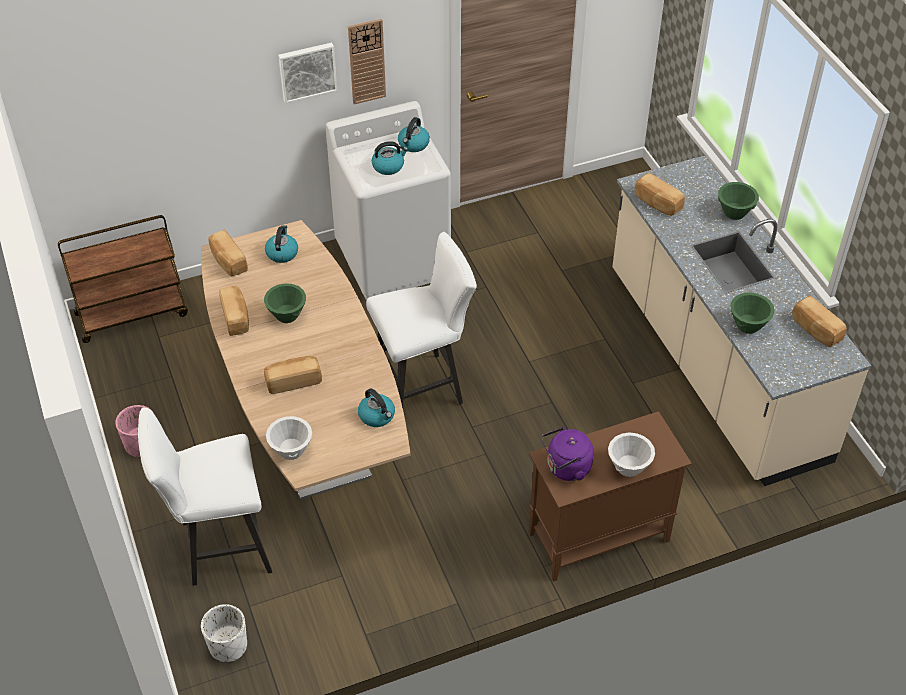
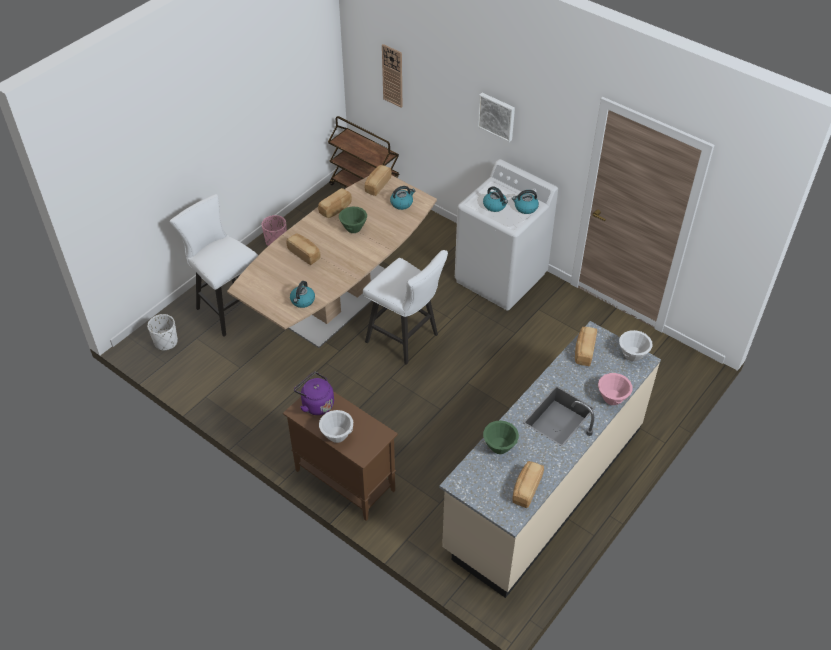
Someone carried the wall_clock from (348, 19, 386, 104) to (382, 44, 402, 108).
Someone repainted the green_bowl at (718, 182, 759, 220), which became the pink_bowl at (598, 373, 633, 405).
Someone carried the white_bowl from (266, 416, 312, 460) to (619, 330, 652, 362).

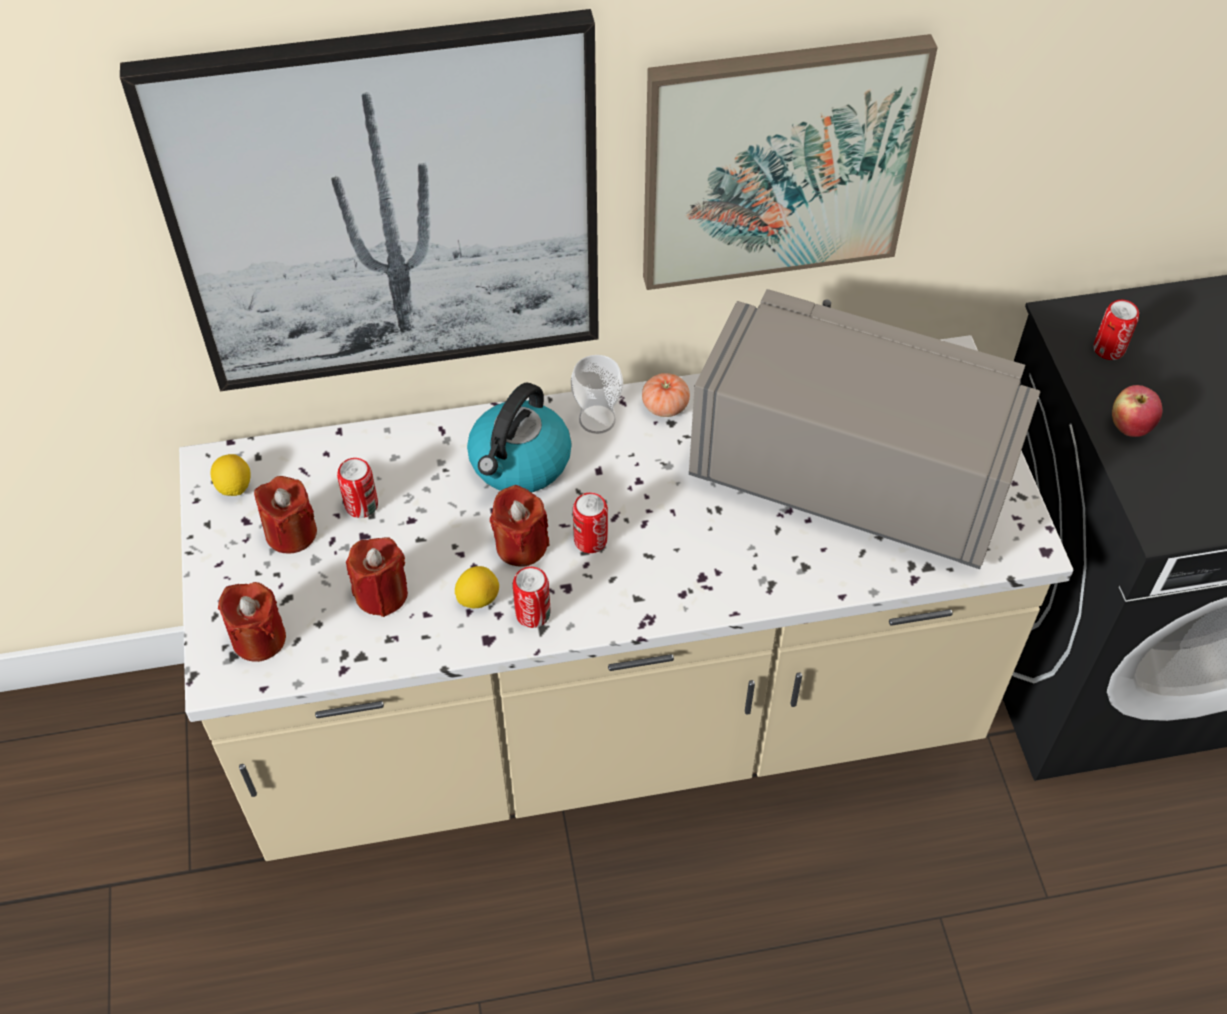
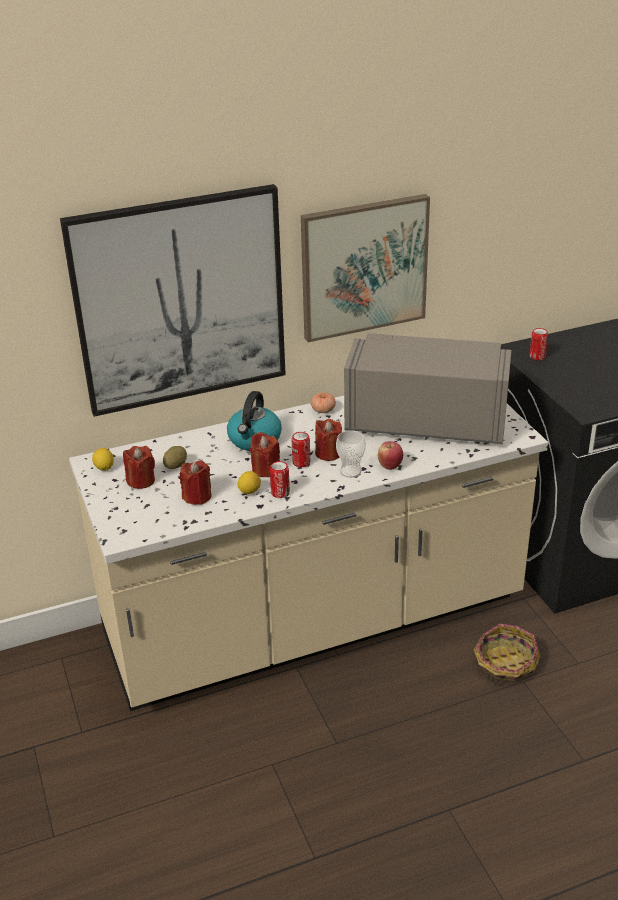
Someone carried the cup from (571, 355, 623, 434) to (336, 430, 365, 478).
Someone carried the apple from (1112, 385, 1162, 437) to (378, 441, 403, 470).
Someone swapped the can at (337, 458, 378, 518) for the potato at (163, 446, 187, 469).
Someone carried the red_candle from (218, 582, 286, 662) to (315, 419, 342, 461).
Someone put down the basket at (473, 624, 540, 684).

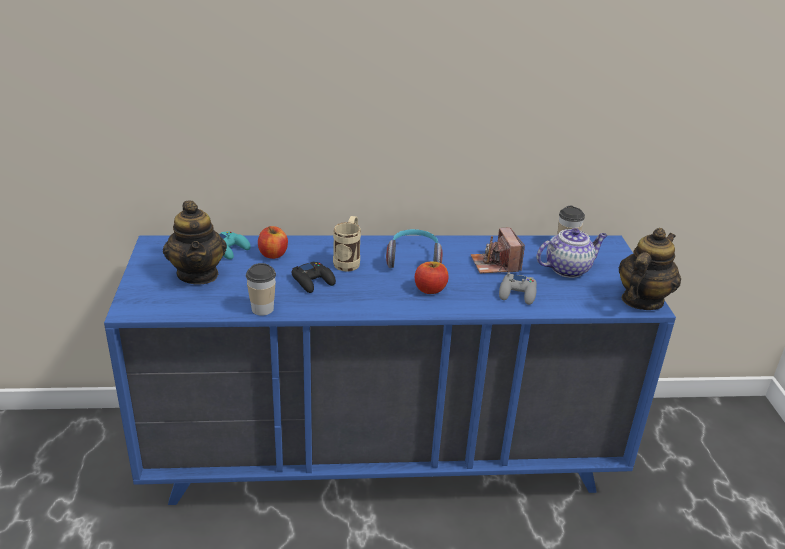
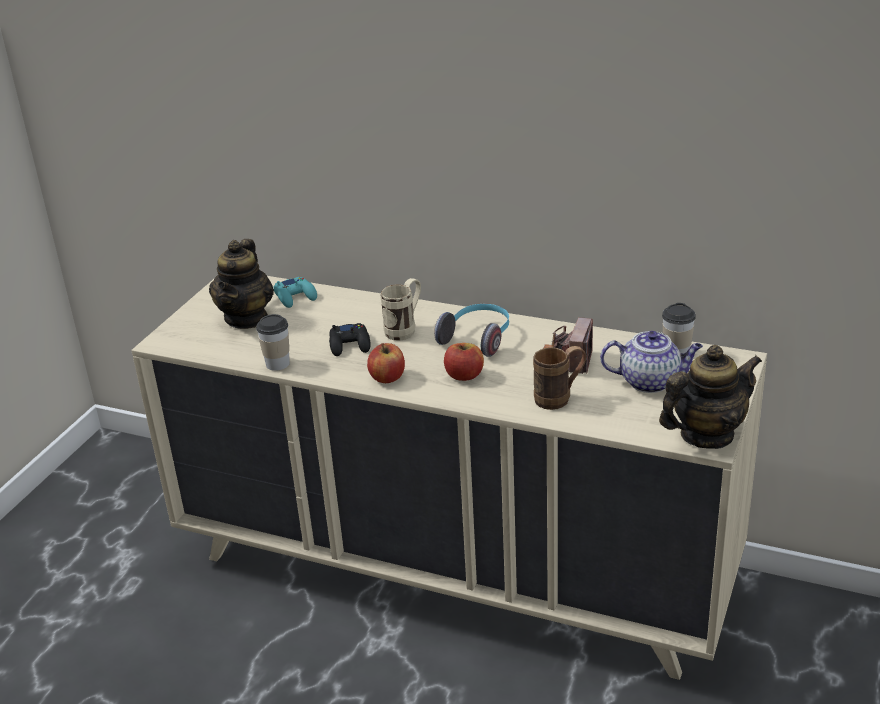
Someone carried the apple from (258, 226, 288, 259) to (367, 343, 405, 383).
Someone repainted the blue_dresser at (104, 235, 676, 505), which became the beige_dresser at (131, 276, 767, 680).
Someone swapped the grey_game_controller at (499, 272, 537, 305) for the brown_mug at (533, 346, 586, 410).

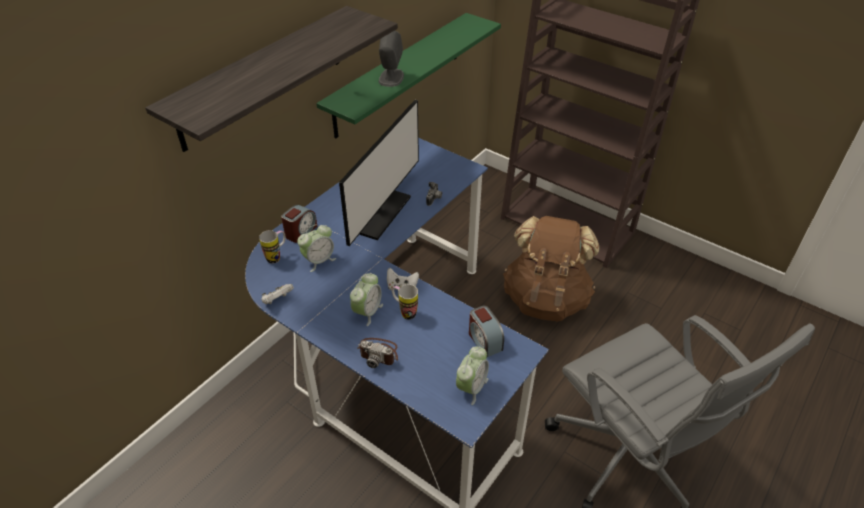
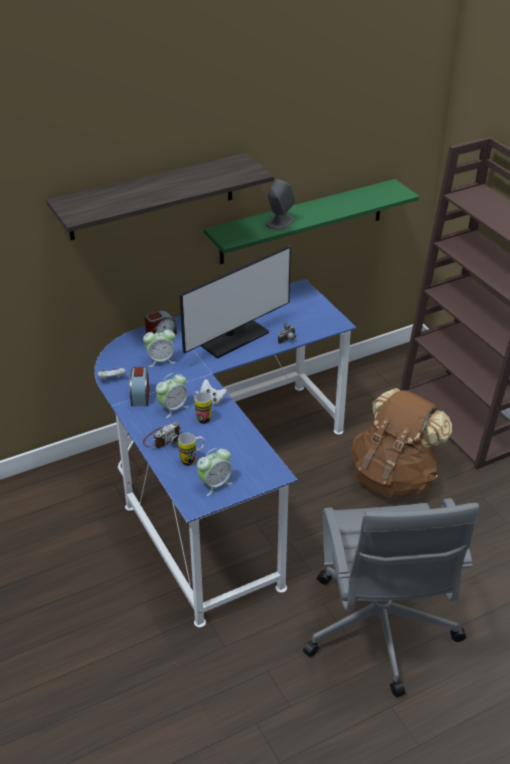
Someone carried the mug from (259, 230, 286, 264) to (178, 433, 205, 466).
Someone carried the alarm_clock from (469, 306, 504, 357) to (129, 367, 149, 406).
Someone rotated the photo_camera at (357, 338, 398, 368) by 90 degrees counterclockwise.

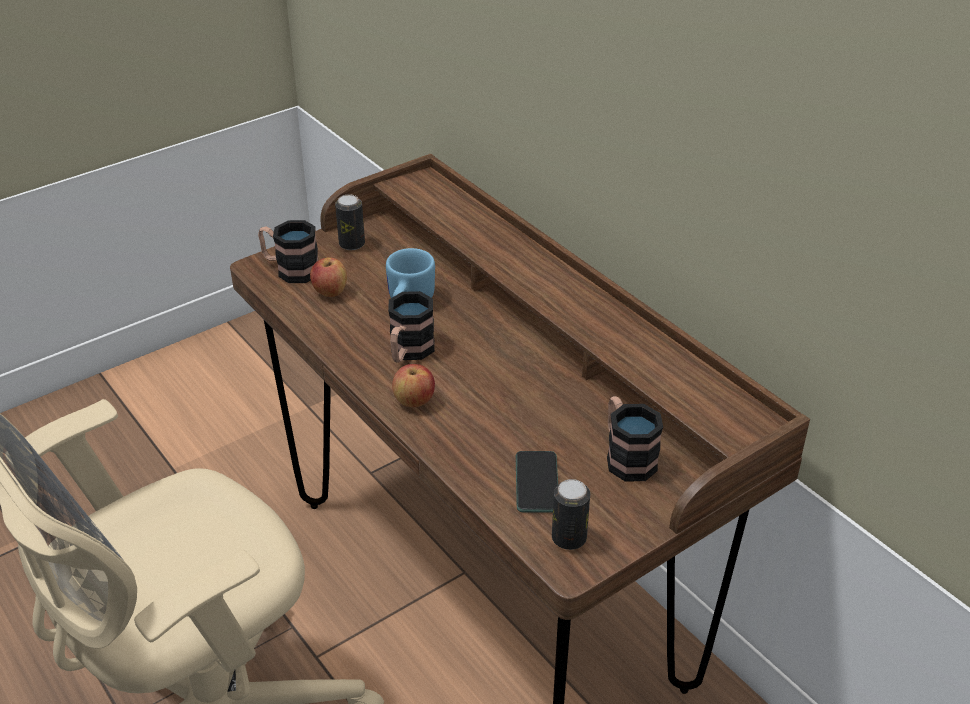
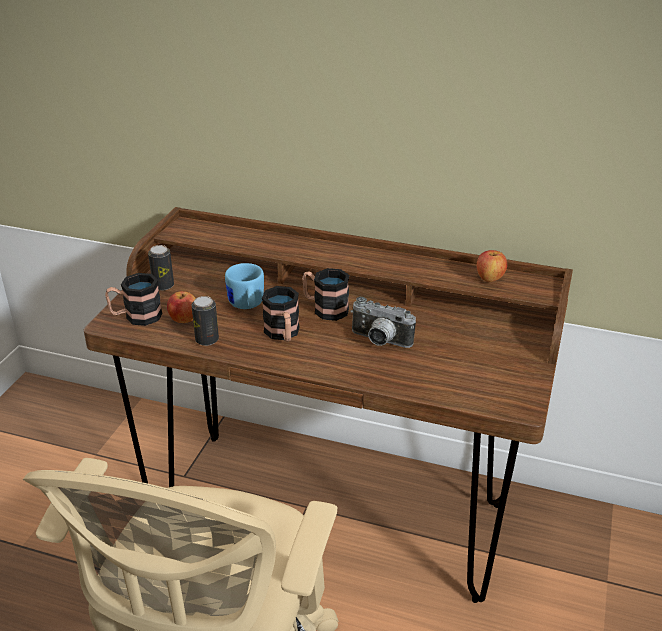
Someone carried the apple from (392, 364, 435, 407) to (477, 250, 507, 282).
Someone carried the mug from (607, 396, 663, 482) to (302, 268, 349, 321).
Someone took away the phone at (516, 451, 558, 513).
Someone carried the can from (552, 479, 590, 550) to (192, 296, 219, 346).
Someone put down the photo_camera at (351, 297, 416, 348).

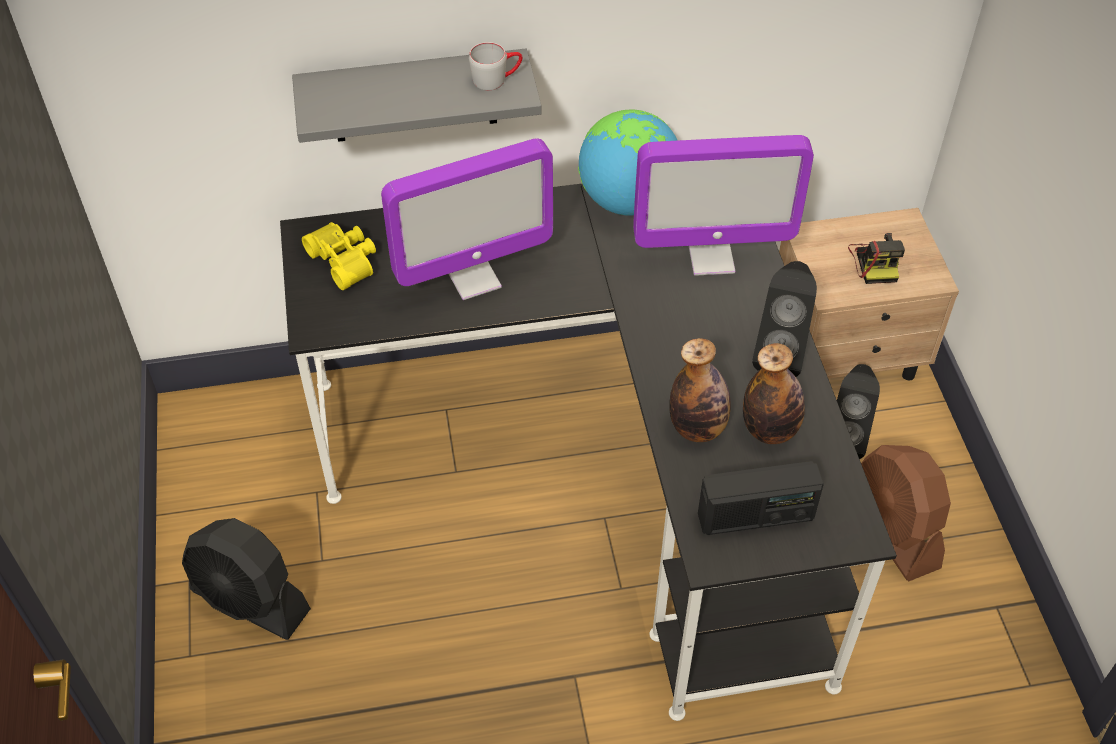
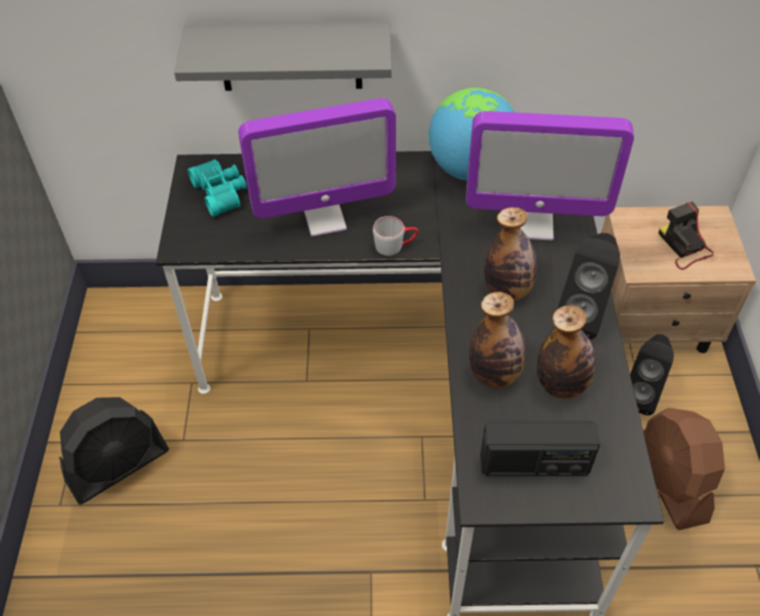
Someone carried the grey_mug from (469, 42, 522, 90) to (373, 216, 418, 256).
Someone repainted the yellow_binoculars at (302, 222, 376, 290), which became the turquoise_binoculars at (188, 159, 247, 217).
Someone rotated the photo_camera at (848, 233, 905, 284) by 150 degrees clockwise.
Someone rotated the black_fan at (182, 518, 311, 640) by 75 degrees counterclockwise.
Someone put down the bottle at (484, 207, 537, 301).

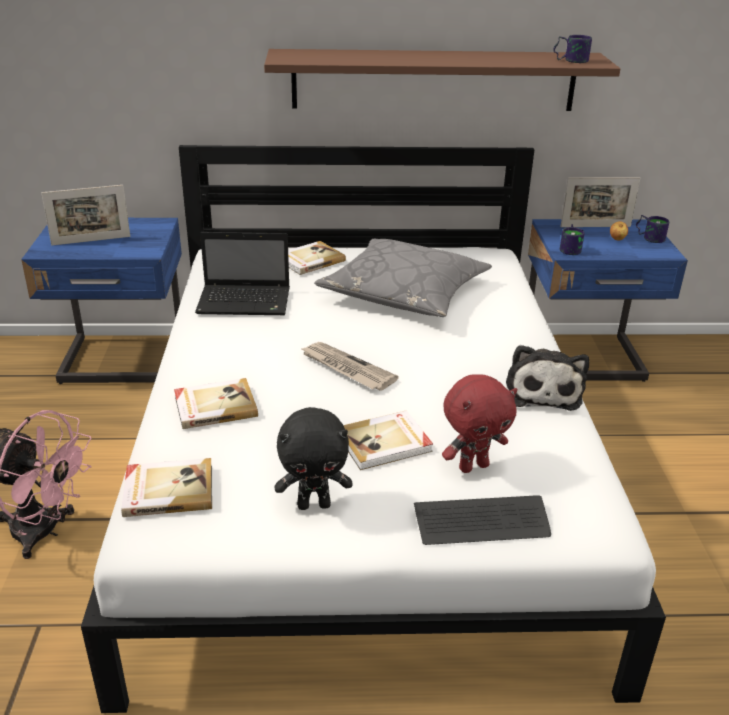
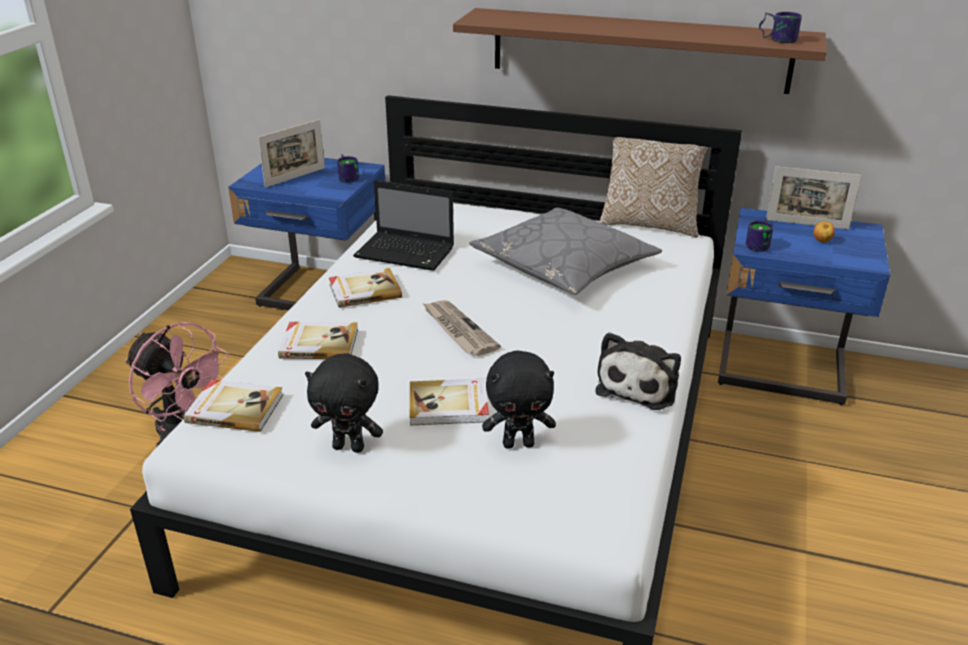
Someone rotated the picture_frame at (41, 185, 130, 246) by 45 degrees counterclockwise.
Someone carried the mug from (636, 215, 669, 243) to (337, 154, 359, 183).
Someone carried the book from (288, 241, 346, 275) to (329, 268, 402, 308).
Someone repainted the red_plush_toy at (442, 374, 517, 473), which became the black_plush_toy at (482, 350, 556, 449).
Someone took away the keyboard at (414, 495, 551, 545).
Someone put down the pillow at (599, 137, 708, 238).

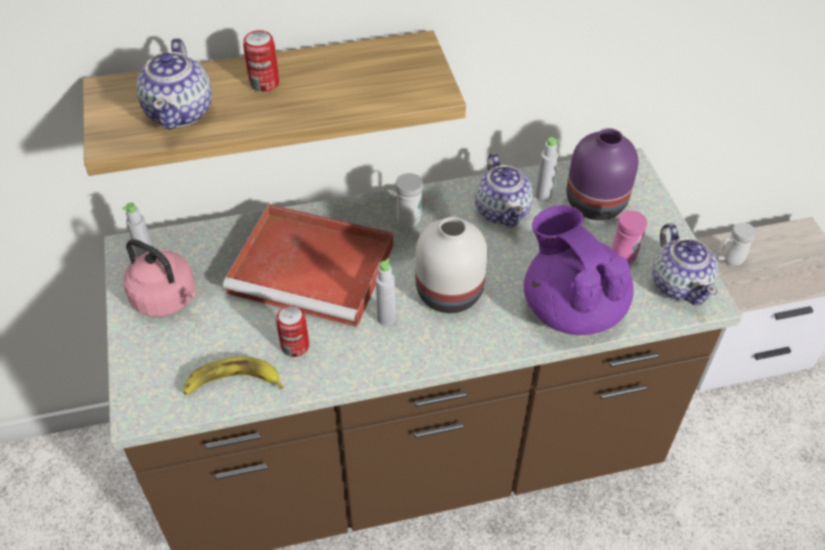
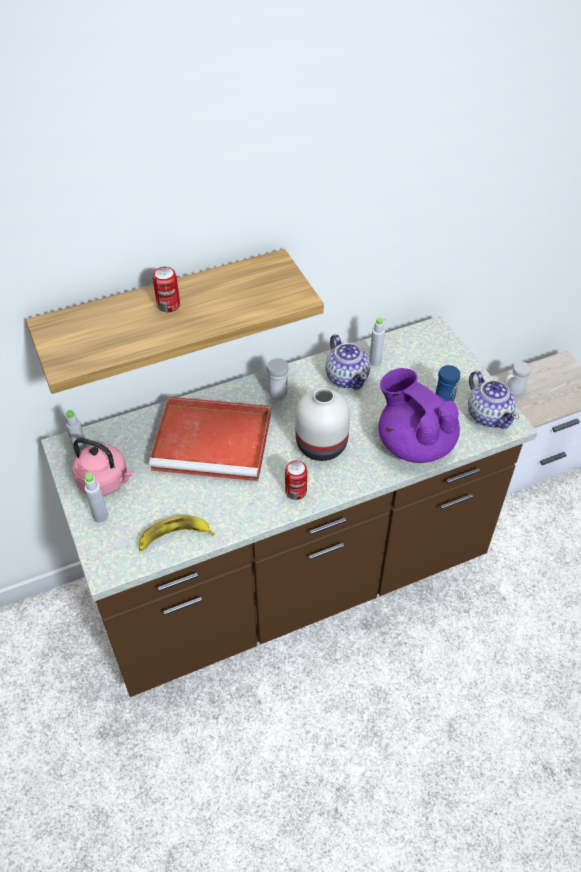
Someone took away the teapot at (136, 38, 212, 130).
Someone took away the purple_vase at (567, 128, 638, 220).
Someone repainted the pink_mug at (611, 211, 647, 265), which became the blue_mug at (435, 365, 460, 401).
Someone carried the grey_bottle from (376, 258, 395, 326) to (84, 471, 108, 523).
Someone carried the can from (276, 305, 309, 357) to (285, 460, 307, 500).

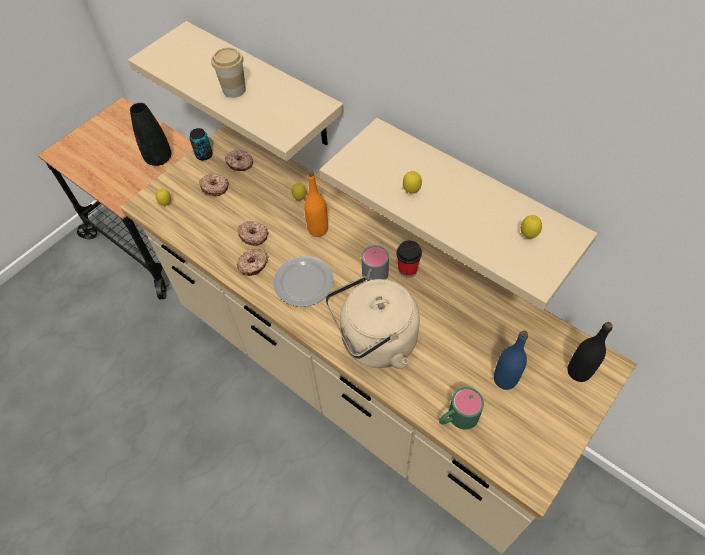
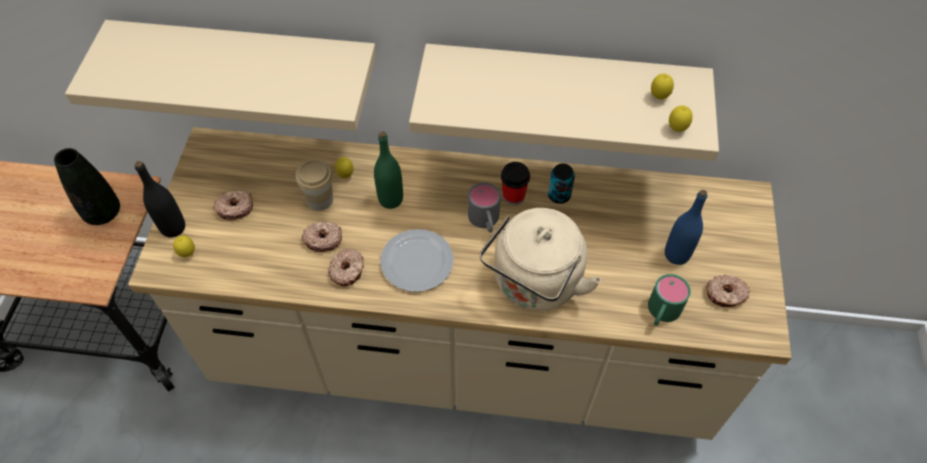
Someone carried the cup from (211, 47, 246, 98) to (296, 160, 333, 211).
Someone carried the can from (189, 128, 213, 161) to (548, 163, 575, 204).
Someone carried the donut from (225, 149, 253, 171) to (707, 275, 750, 308).
Someone repainted the orange_bottle at (304, 171, 328, 237), which became the green_bottle at (374, 131, 403, 209).
Someone carried the lemon from (403, 171, 422, 193) to (669, 106, 693, 132).
Someone carried the black_bottle from (568, 322, 613, 382) to (135, 161, 185, 237).

